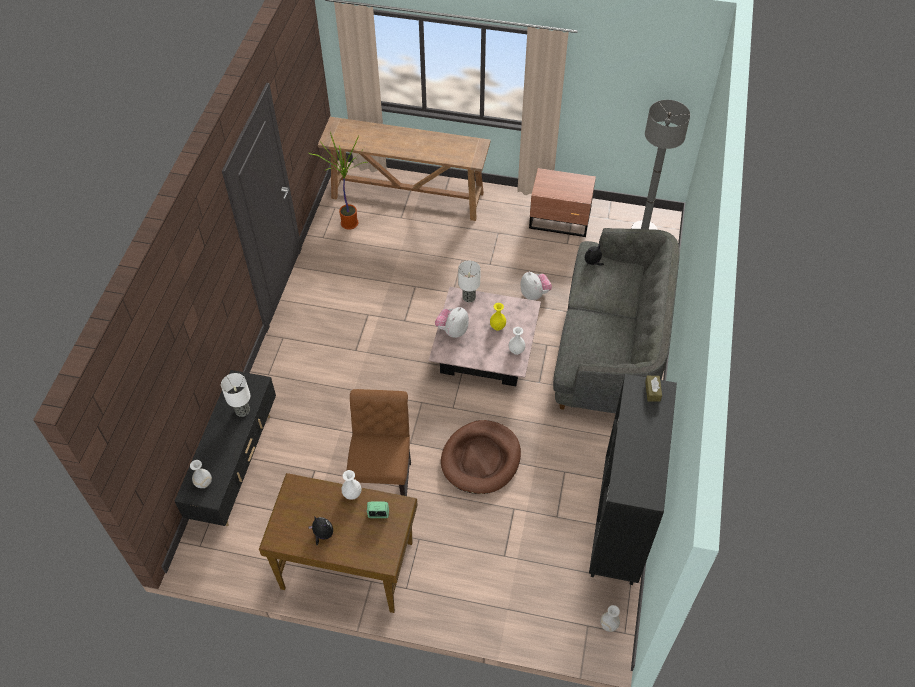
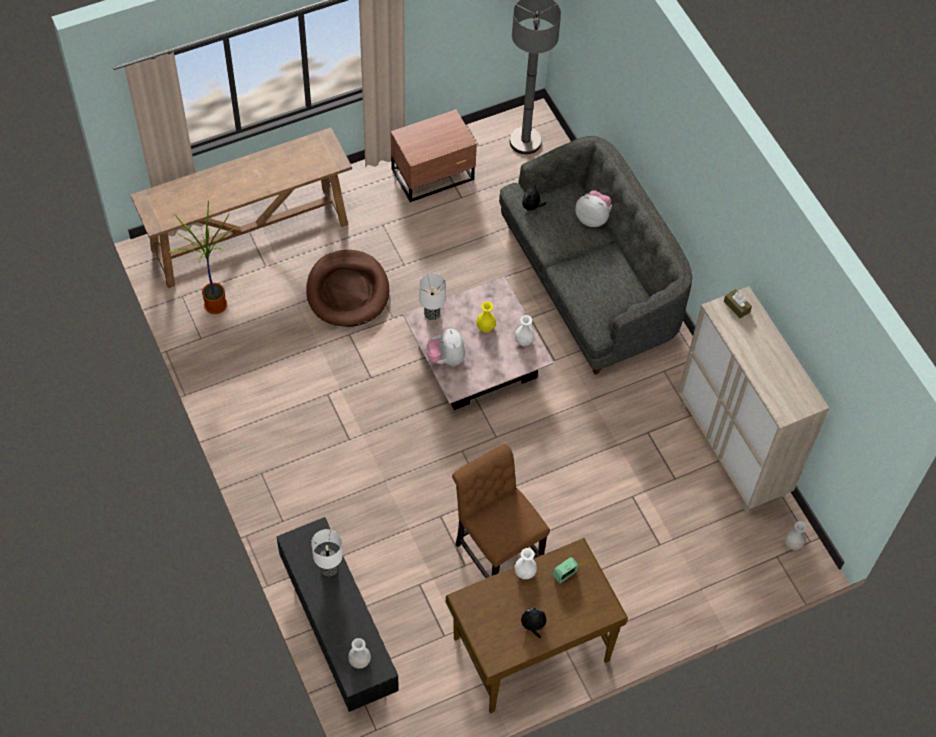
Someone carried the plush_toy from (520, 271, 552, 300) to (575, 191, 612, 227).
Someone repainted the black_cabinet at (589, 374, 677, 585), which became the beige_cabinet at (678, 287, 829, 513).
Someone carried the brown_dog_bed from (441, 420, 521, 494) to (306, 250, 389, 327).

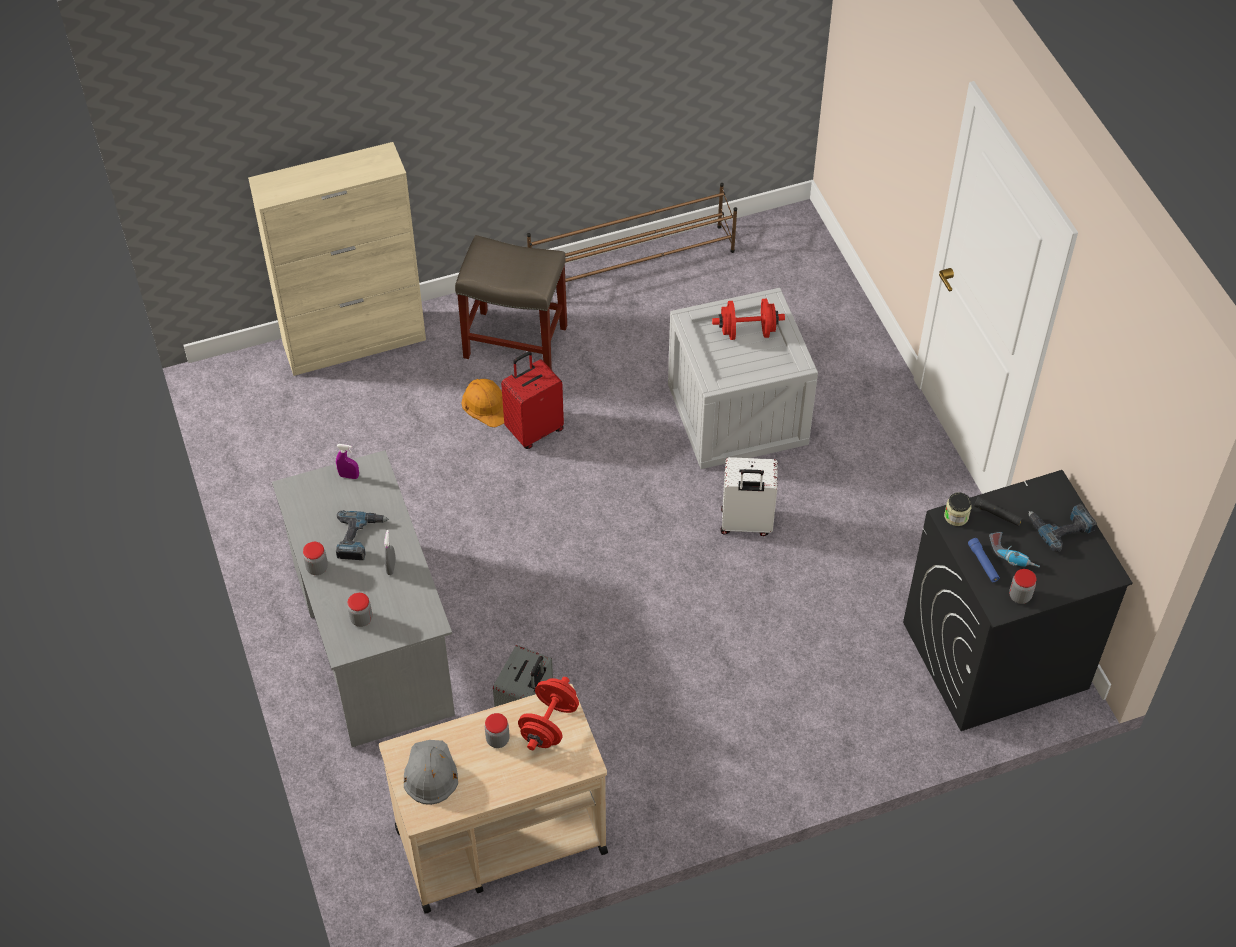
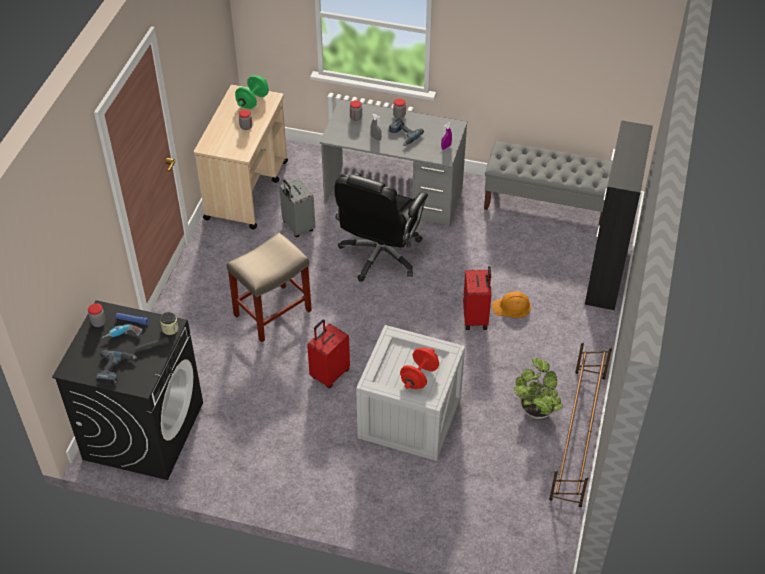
Someone repainted the beige_cabinet at (248, 142, 426, 376), which became the black_cabinet at (585, 120, 653, 310).
Someone carried the beige_stool from (455, 235, 567, 370) to (227, 233, 312, 342).
Someone repainted the white_suitcase at (721, 457, 778, 536), which became the red_suitcase at (307, 319, 350, 388).
Someone took away the red_dumbbell at (518, 677, 579, 750).
Someone swapped the grey_hard_hat at (404, 740, 458, 805) for the green_dumbbell at (235, 75, 269, 109).
Someone put down the grey_bench at (484, 141, 613, 227).
Someone put down the black_office_chair at (335, 172, 428, 282).
Someone put down the potted_plant at (514, 358, 563, 419).

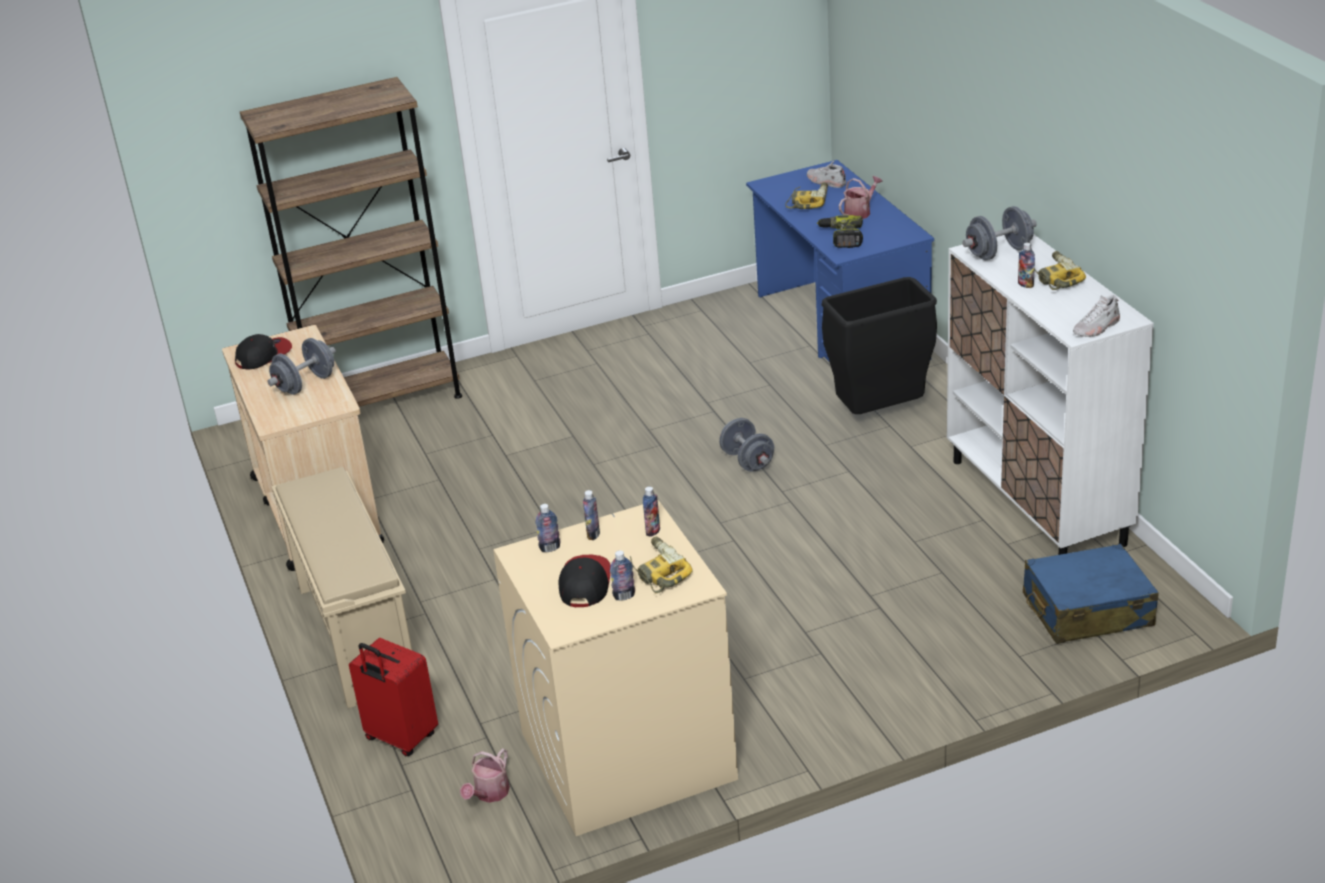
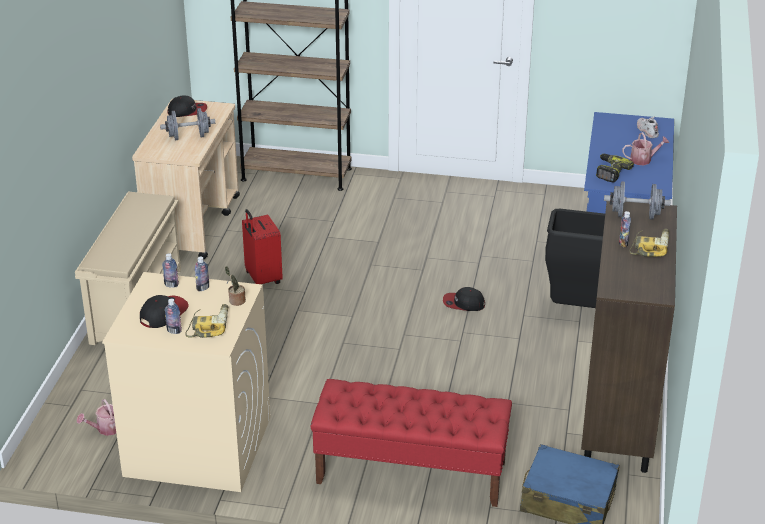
Someone took away the power_drill at (785, 182, 828, 209).
Someone repainted the white_cabinet at (947, 235, 1154, 555), which became the brown_cabinet at (581, 201, 677, 473).
Someone took away the white_shoe at (1073, 295, 1120, 337).
Someone swapped the grey_dumbbell at (719, 418, 774, 472) for the cap at (443, 287, 485, 311).
Someone swapped the bottle at (643, 486, 660, 537) for the potted_plant at (225, 266, 246, 306).
Someone carried the red_suitcase from (349, 638, 438, 756) to (242, 209, 283, 284).
Someone put down the red_bench at (310, 379, 512, 507).

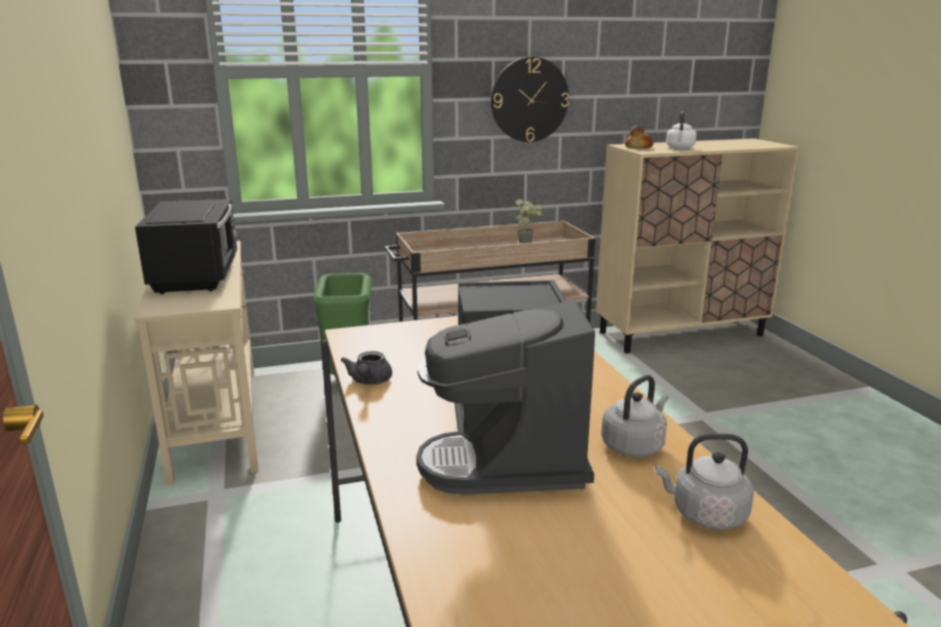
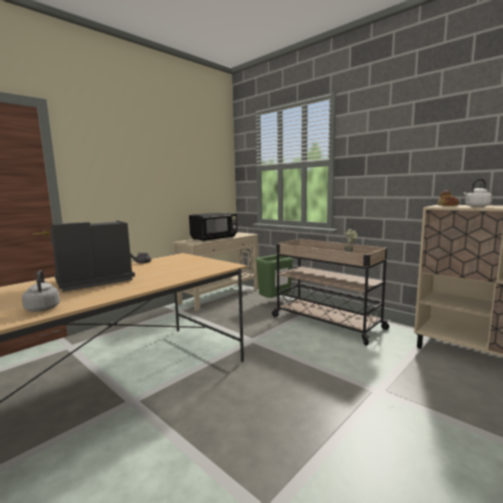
Someone took away the wall_clock at (491, 57, 569, 142).
Someone took away the grey_kettle at (601, 375, 669, 457).

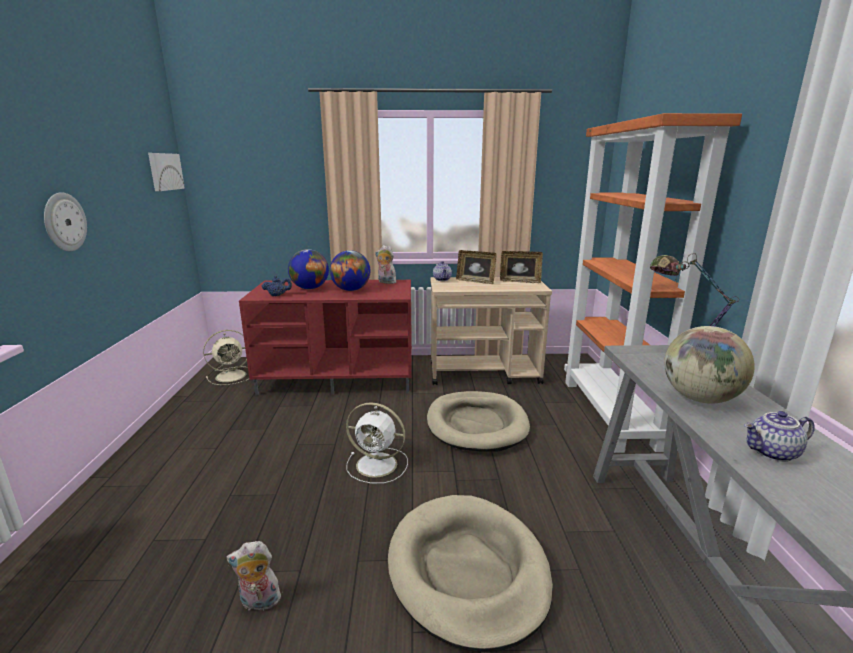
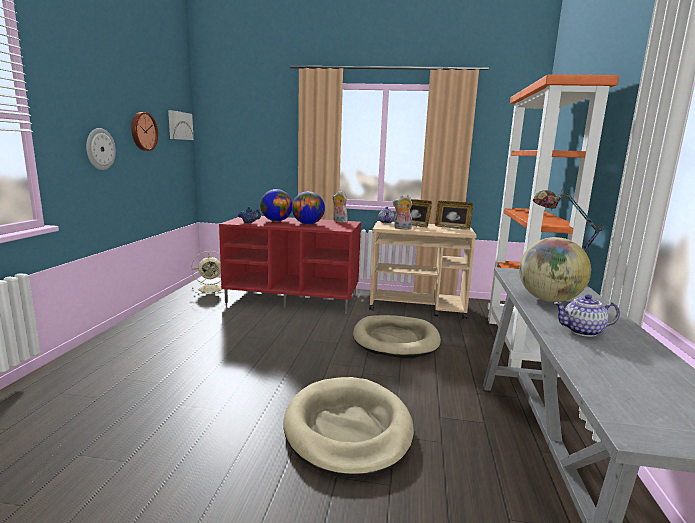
Someone took away the white_fan at (346, 402, 408, 484).
Someone carried the plush_toy from (227, 541, 281, 610) to (393, 195, 412, 229).
Someone put up the wall_clock at (131, 112, 158, 151).

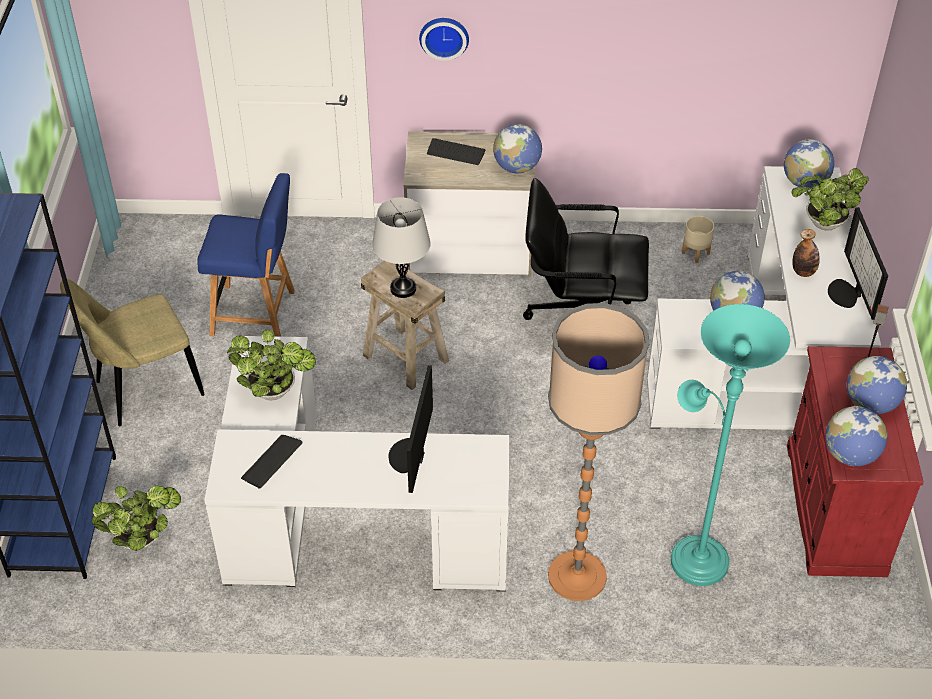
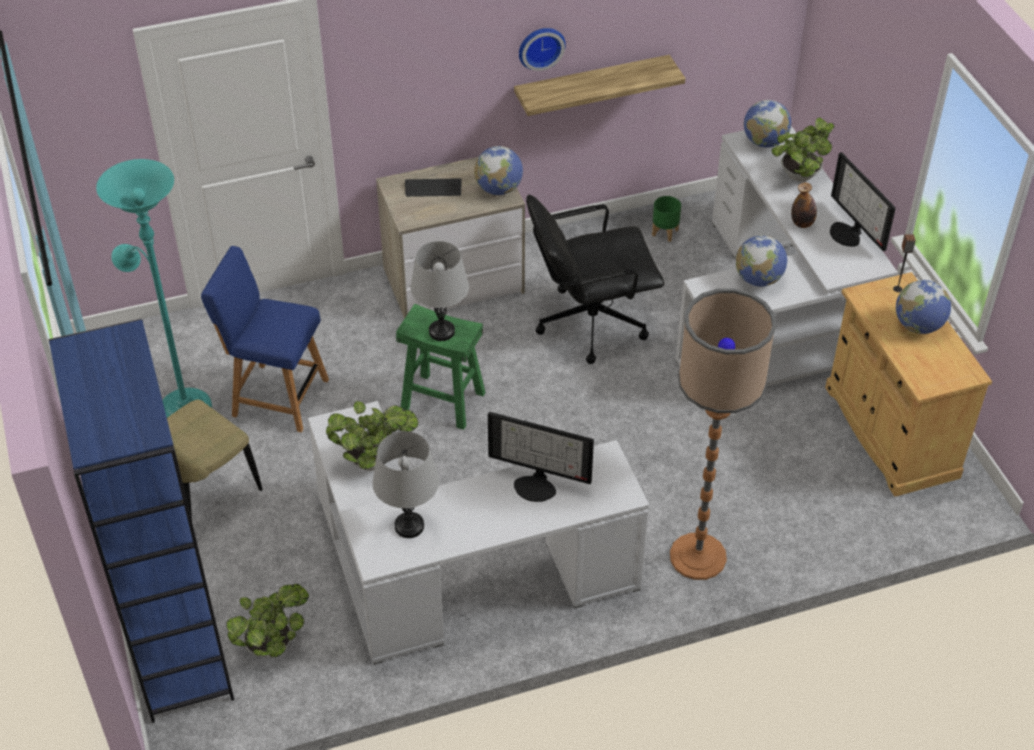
Someone carried the wall_clock from (419, 18, 469, 61) to (519, 28, 566, 71).
Someone rotated the blue_chair at (197, 173, 295, 337) by 150 degrees counterclockwise.
Someone repainted the beige_planter at (682, 216, 714, 263), which became the green_planter at (652, 196, 681, 242).
Someone repainted the beige_stool at (361, 261, 449, 390), which became the green_stool at (396, 304, 486, 430).
Someone carried the turquoise_floor_lamp from (671, 304, 790, 586) to (96, 159, 212, 418).
Someone repainted the red_cabinet at (787, 346, 924, 577), which became the beige_cabinet at (825, 272, 992, 497).
Someone rotated the monitor at (389, 365, 433, 493) by 60 degrees counterclockwise.
Someone took away the globe at (825, 406, 888, 466).
Someone swapped the keyboard at (241, 435, 303, 489) for the grey_table_lamp at (372, 431, 439, 538).
Someone put up the shelf at (514, 55, 685, 116).

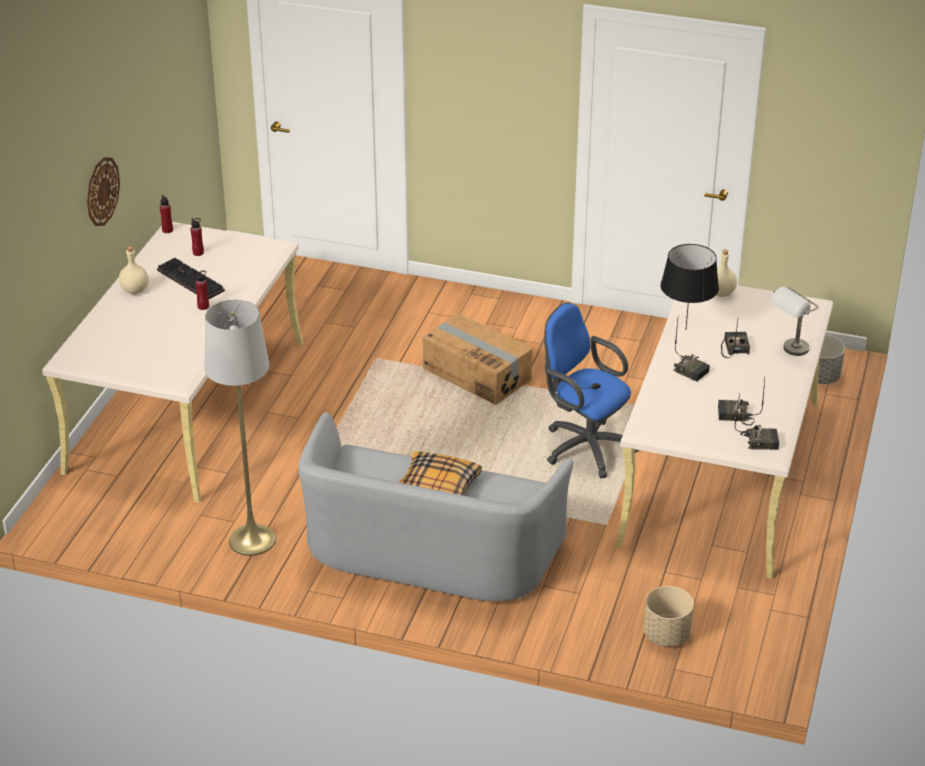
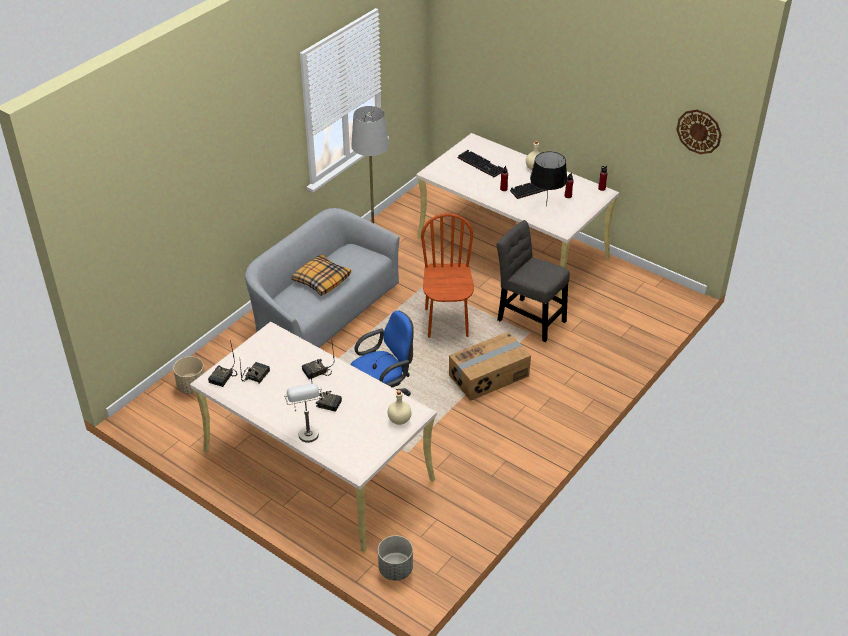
Someone carried the wall_clock from (87, 157, 120, 226) to (677, 110, 722, 154).
Someone carried the black_table_lamp from (660, 244, 719, 328) to (530, 151, 568, 207).
Someone put down the keyboard at (458, 150, 503, 177).
Someone put down the brown_chair at (421, 213, 474, 338).
Someone put down the grey_chair at (496, 220, 570, 342).

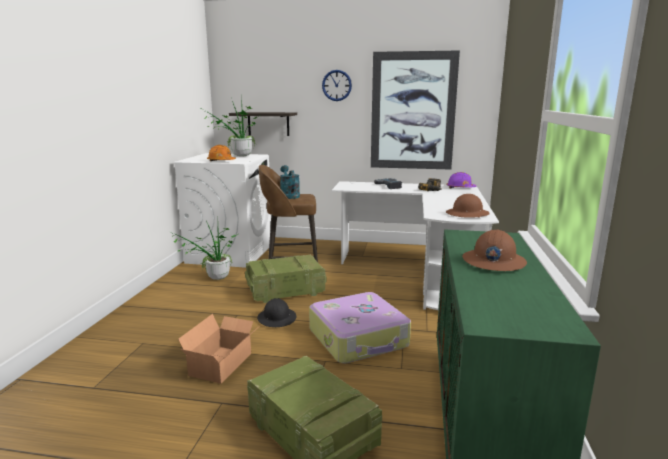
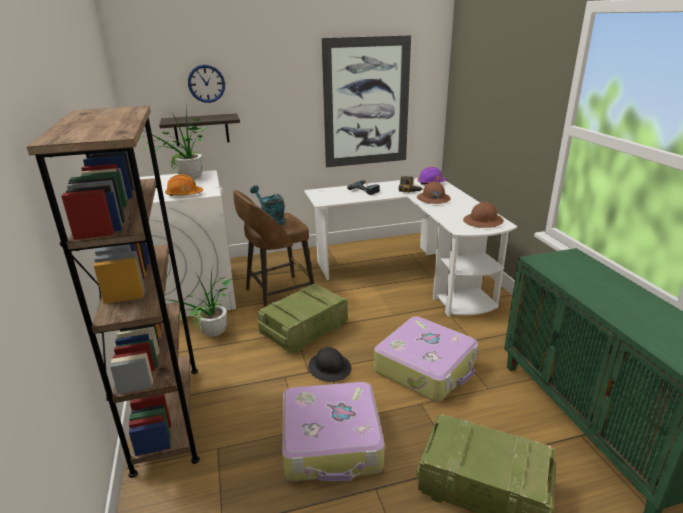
Someone carried the wall_clock from (322, 70, 352, 101) to (188, 65, 225, 103).
Someone carried the brown_hard_hat from (462, 230, 527, 271) to (417, 181, 451, 204).
Someone swapped the cardboard_box at (178, 314, 257, 384) for the suitcase at (282, 382, 385, 482).
Someone put down the brown_bookcase at (27, 106, 200, 478).

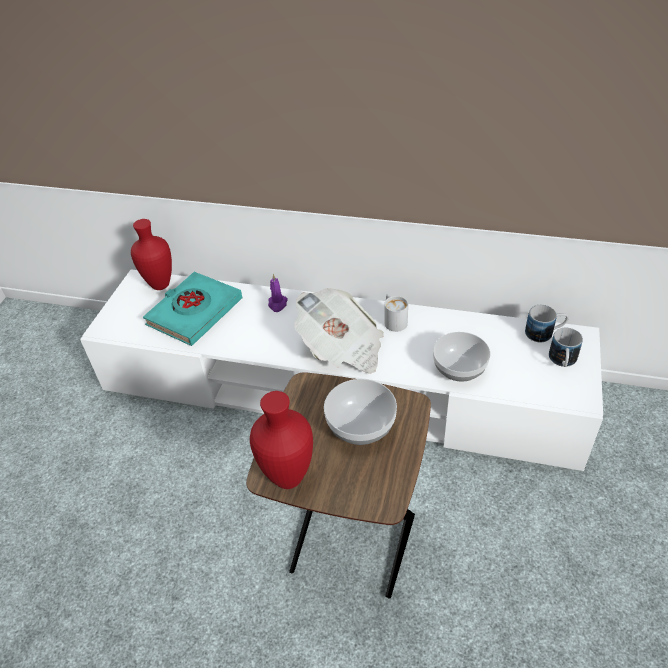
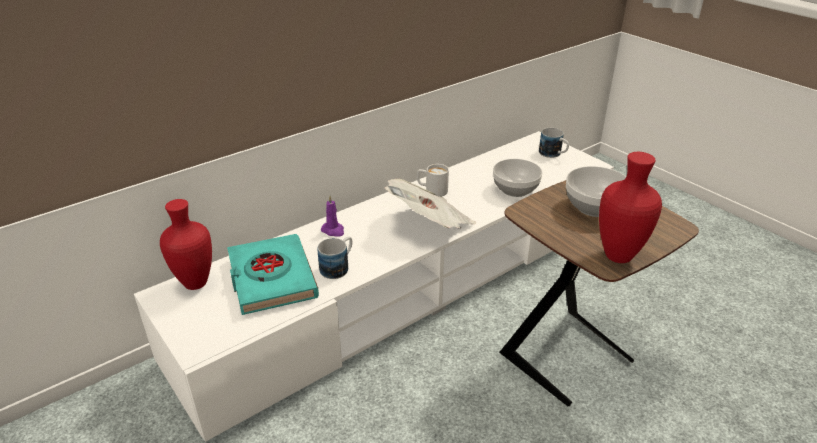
Someone carried the mug from (525, 305, 569, 343) to (318, 237, 352, 279).

